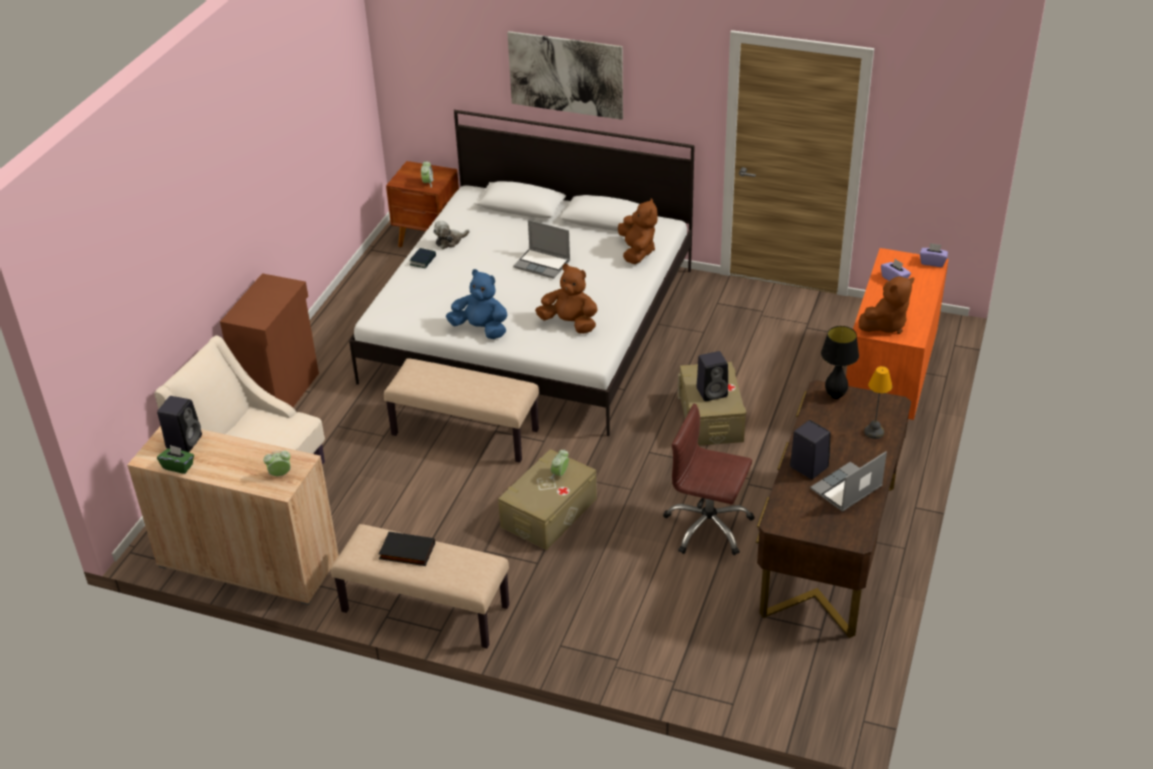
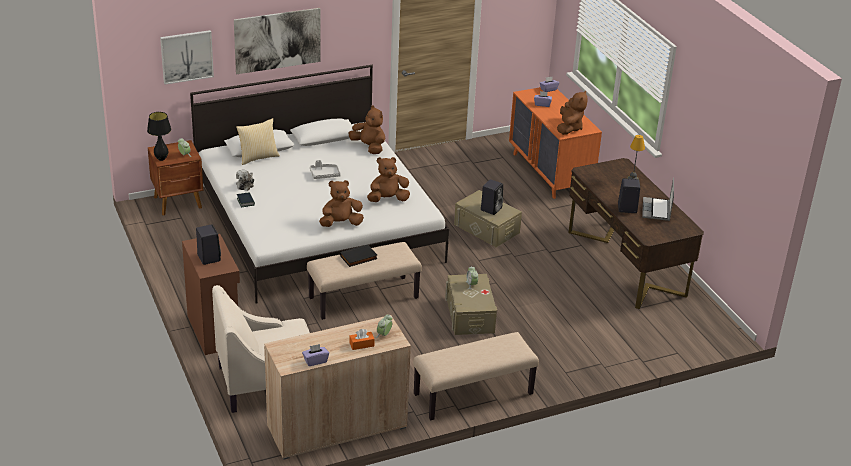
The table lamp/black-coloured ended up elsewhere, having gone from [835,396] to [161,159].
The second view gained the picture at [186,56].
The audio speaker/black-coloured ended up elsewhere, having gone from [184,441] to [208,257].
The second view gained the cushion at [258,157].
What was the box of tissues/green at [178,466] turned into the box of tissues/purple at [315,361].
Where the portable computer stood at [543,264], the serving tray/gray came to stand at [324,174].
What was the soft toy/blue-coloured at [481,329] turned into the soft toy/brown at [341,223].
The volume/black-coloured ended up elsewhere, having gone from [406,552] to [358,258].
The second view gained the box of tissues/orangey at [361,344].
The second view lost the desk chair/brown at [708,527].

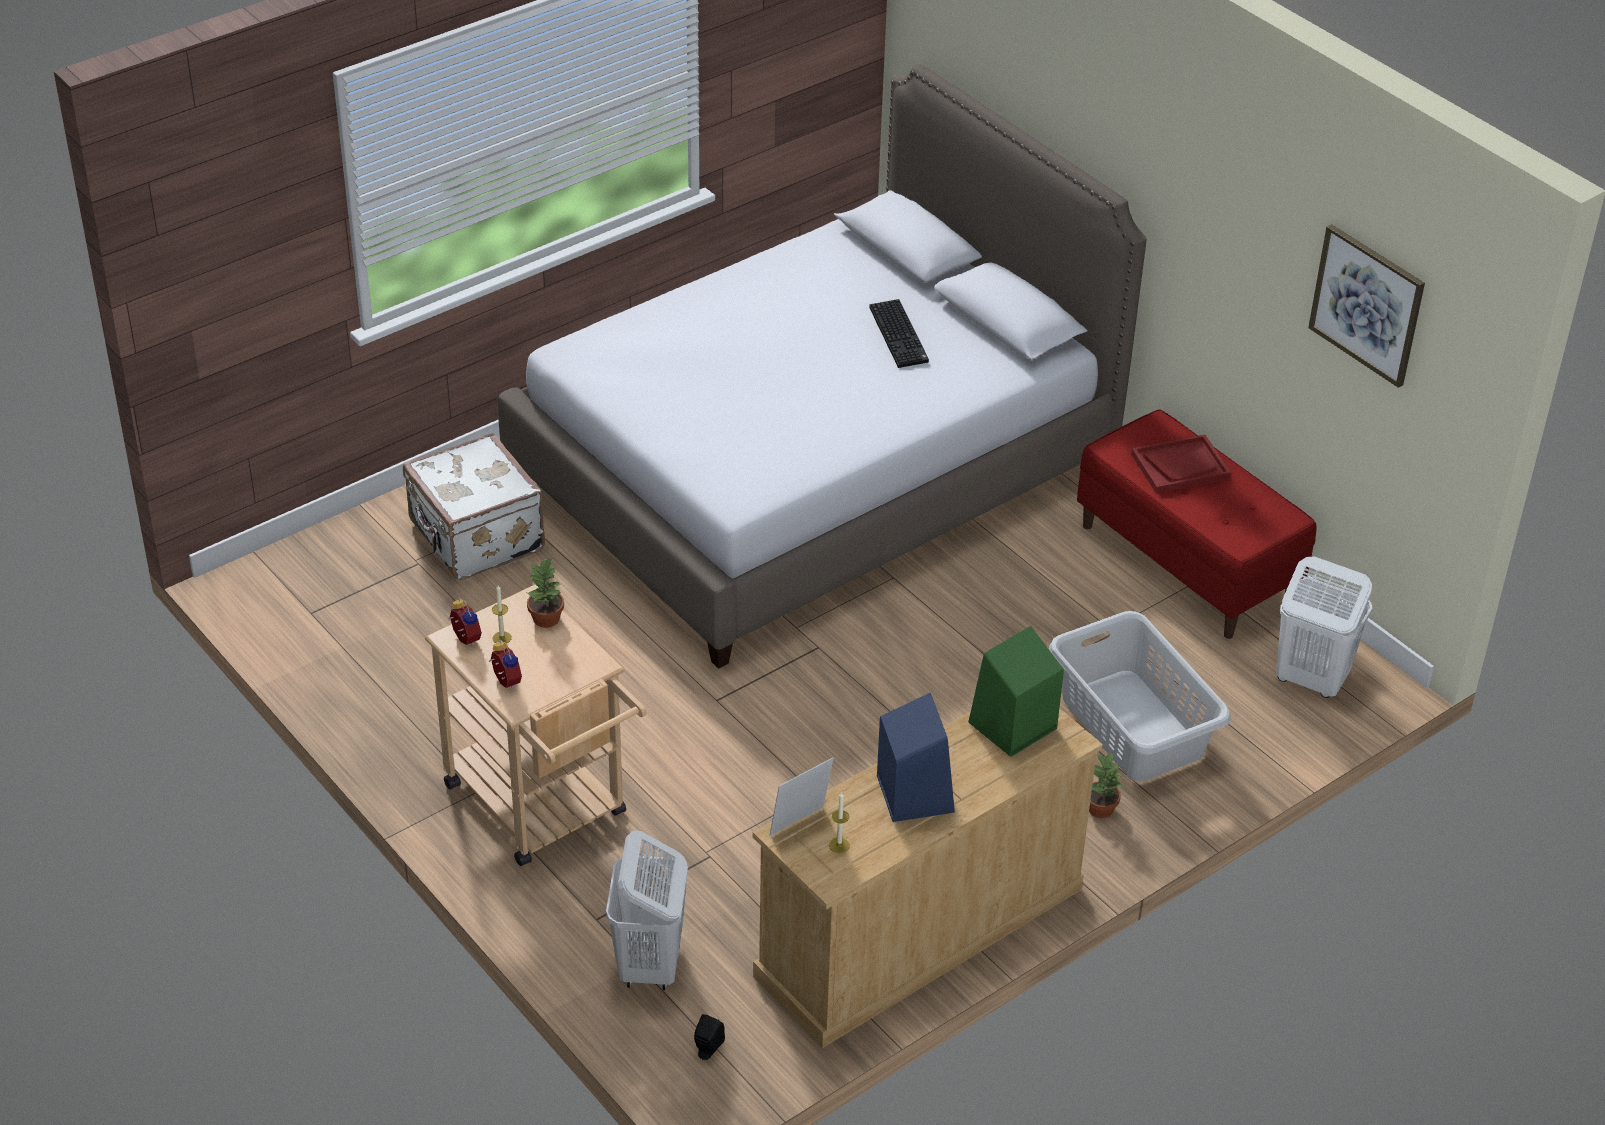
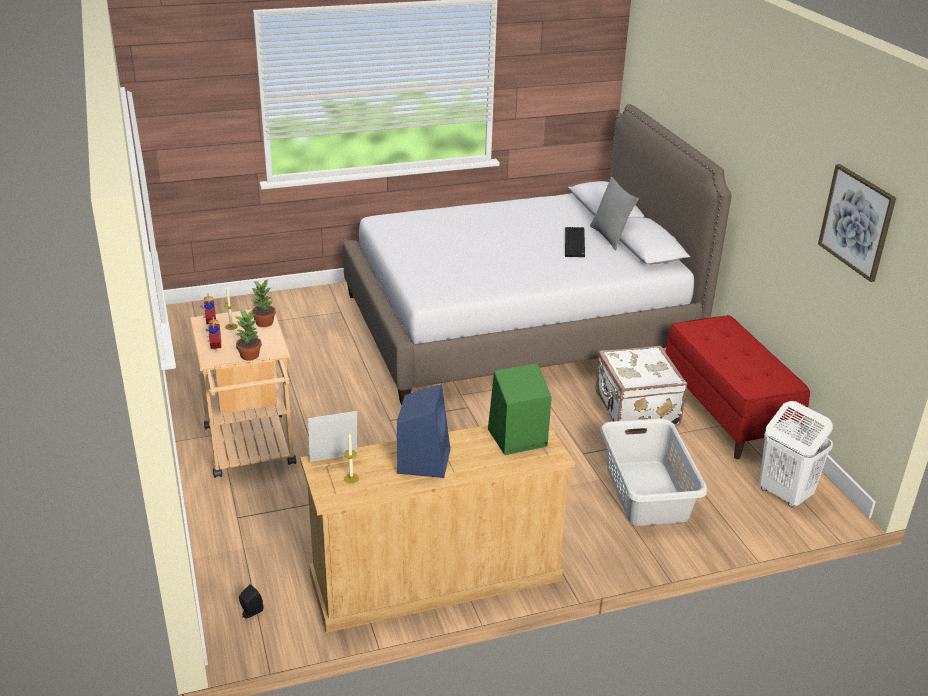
The plant in a pot ended up elsewhere, having gone from [1100,808] to [250,355].
The second view gained the cushion/gray at [609,237].
The piece of luggage/white-coloured ended up elsewhere, having gone from [475,538] to [635,410].
The second view lost the washing basket/white-coloured at [650,965].
The second view lost the serving tray/reddish at [1180,466].

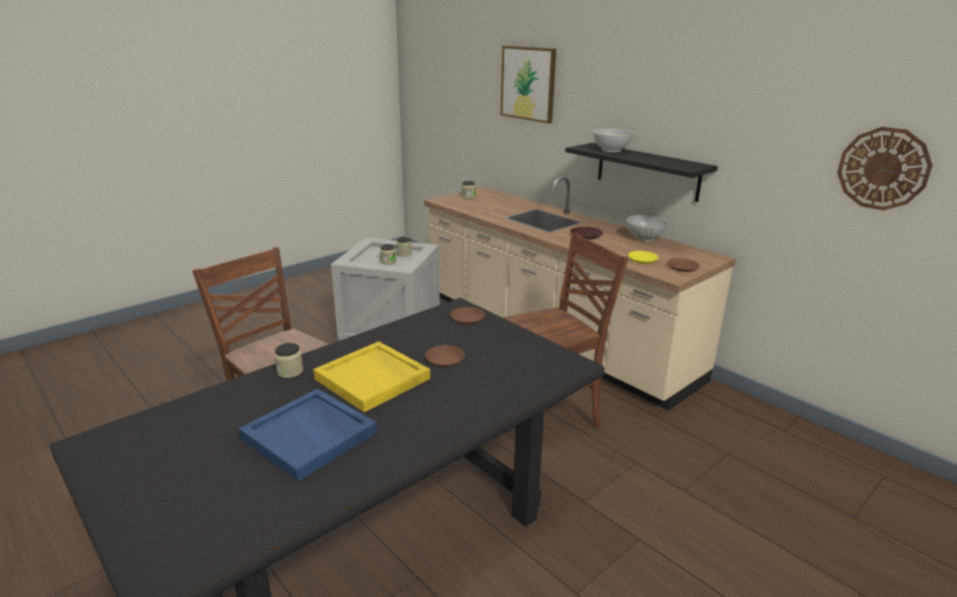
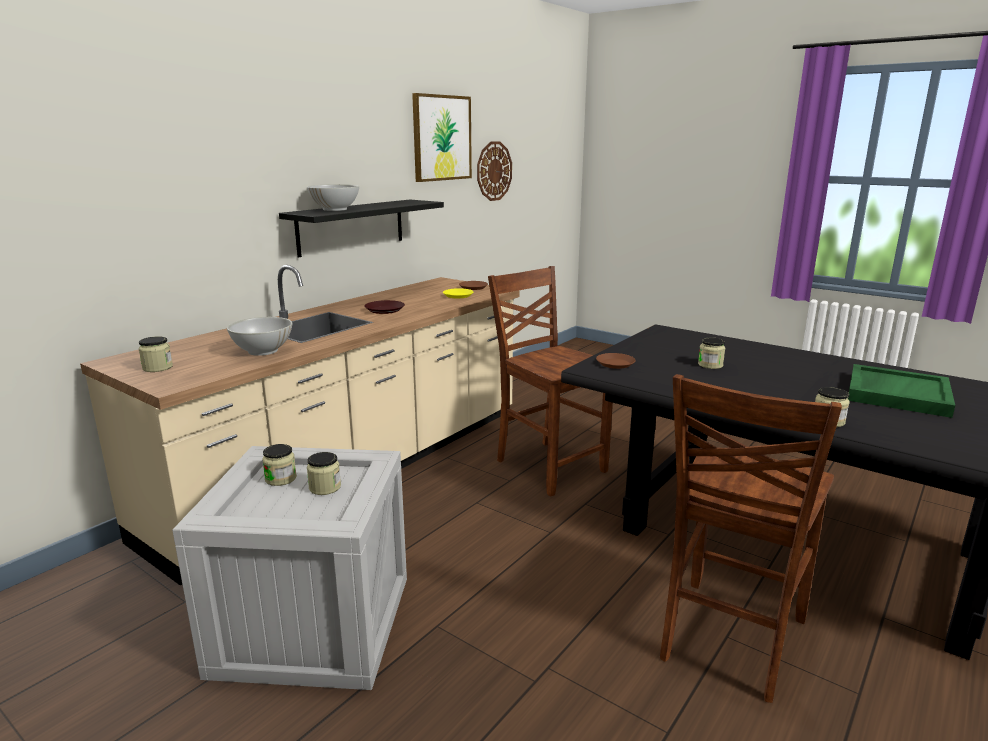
The deep dish/white-coloured ended up elsewhere, having gone from [644,238] to [262,351].
The picture ended up elsewhere, having gone from [528,83] to [441,138].
Where the plate/brown stood at [445,359], the jar came to stand at [710,365].
What was the serving tray/blue-coloured at [310,436] turned into the serving tray/green at [896,393].
The second view lost the serving tray/yellow at [373,379].

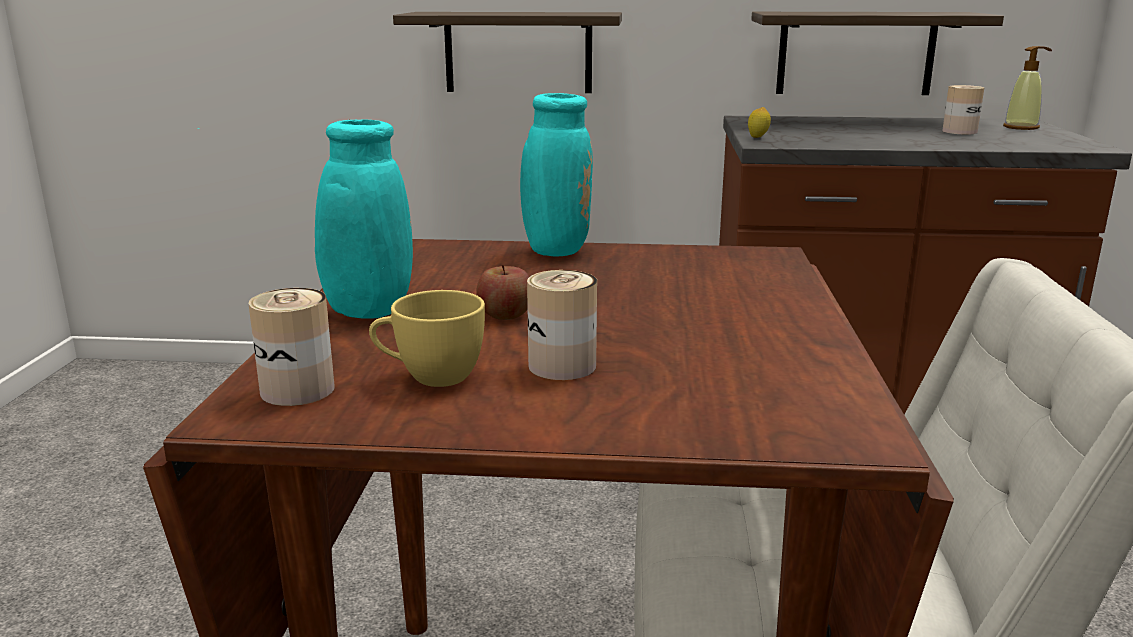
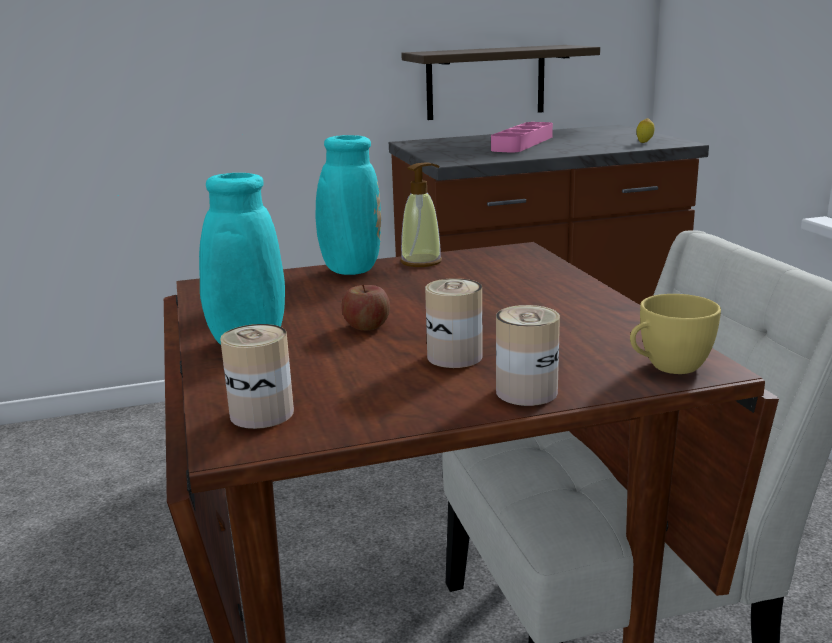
The liquid soap bottle ended up elsewhere, having gone from [1021,127] to [421,262].
The second view gained the serving tray/pink at [522,143].
The sealed can ended up elsewhere, having gone from [959,131] to [526,392].
The cup/yellow ended up elsewhere, having gone from [430,377] to [667,367].
The citrus fruit ended up elsewhere, having gone from [758,138] to [644,142].
The second view lost the shelf at [518,52].

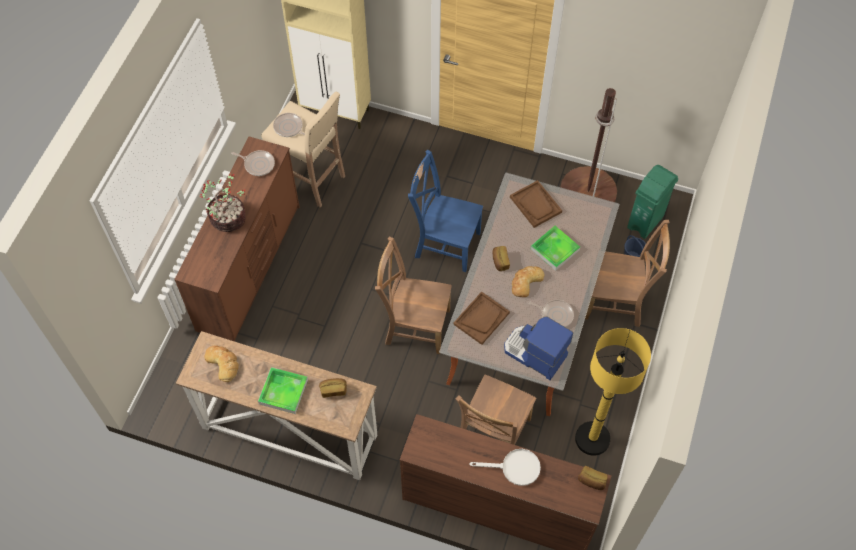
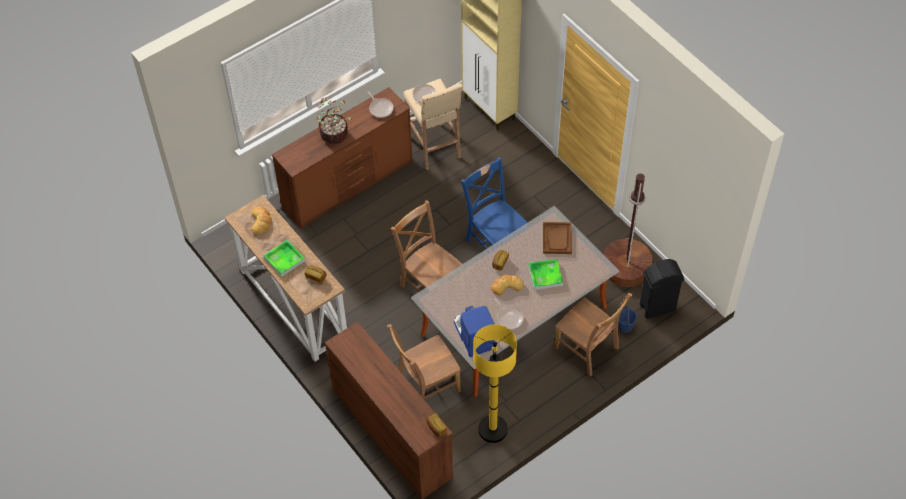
What was the waste bin/green at [645,222] turned into the waste bin/black-coloured at [658,307].
The second view lost the serving tray/brown at [481,318].
The second view lost the frying pan/white-coloured at [515,468].

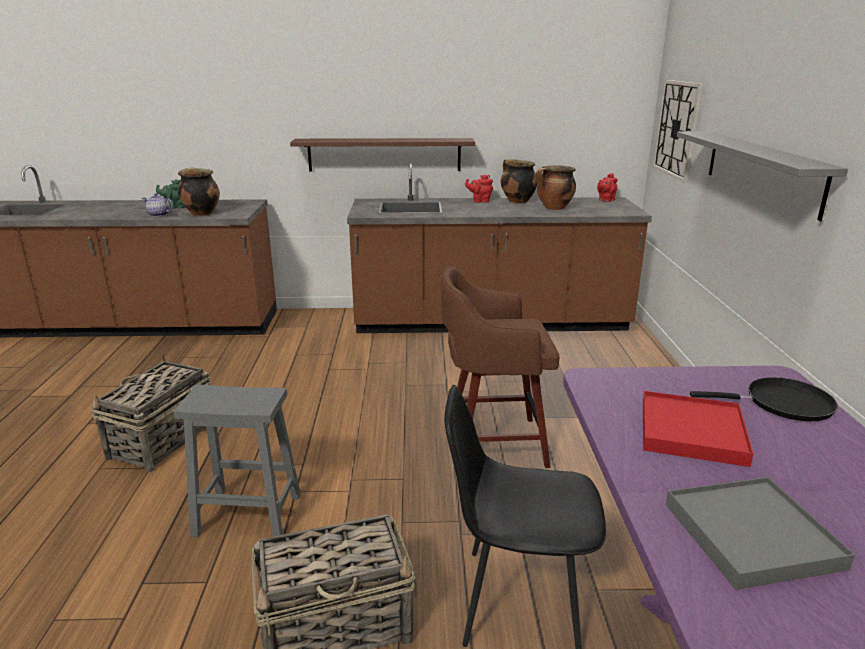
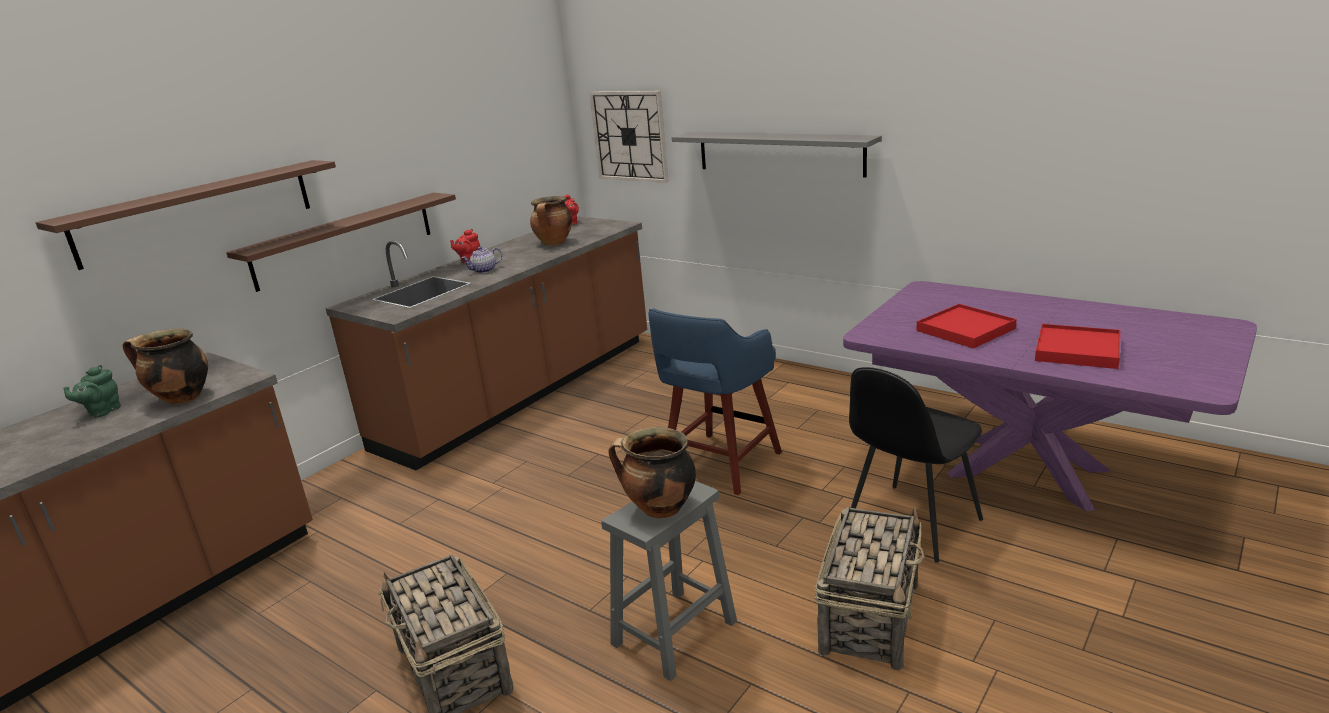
The second view gained the shelf/brown at [197,211].
The pot for tea ended up elsewhere, having gone from [158,215] to [484,270].
The cooking pot ended up elsewhere, having gone from [516,201] to [659,509].
What was the sitting stool/brown at [492,443] turned into the sitting stool/blue-coloured at [719,465].
What was the serving tray/gray at [751,535] turned into the serving tray/reddish at [1077,350].
The second view lost the frying pan/black-coloured at [782,404].

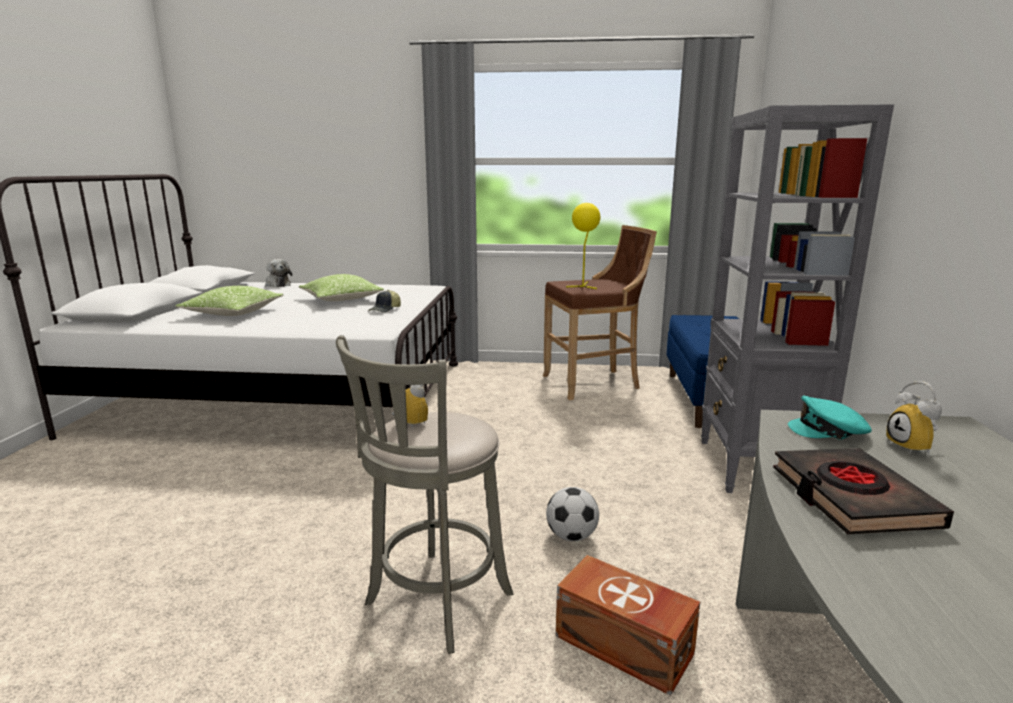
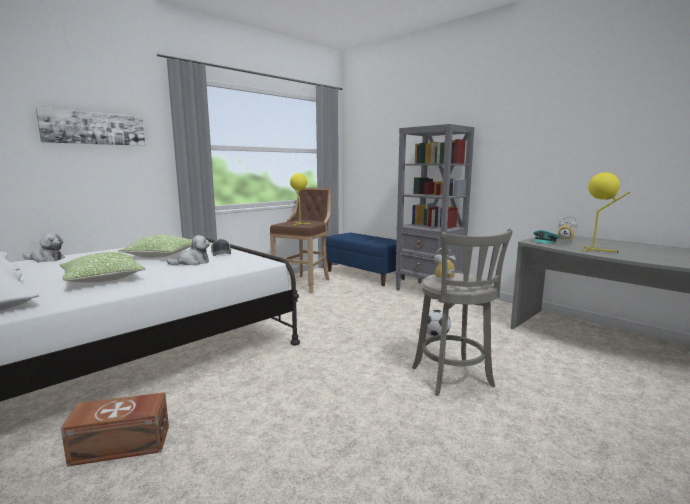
The second view gained the picture at [94,128].
The storage container/brown ended up elsewhere, having gone from [624,646] to [122,445].
The second view gained the soft toy at [192,262].
Where the volume/black-coloured stood at [851,498], the table lamp/yellow came to stand at [596,250].

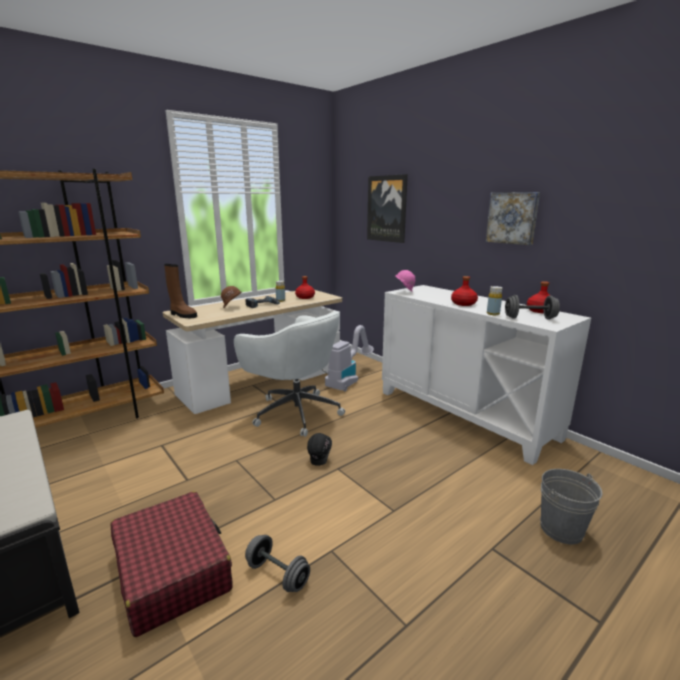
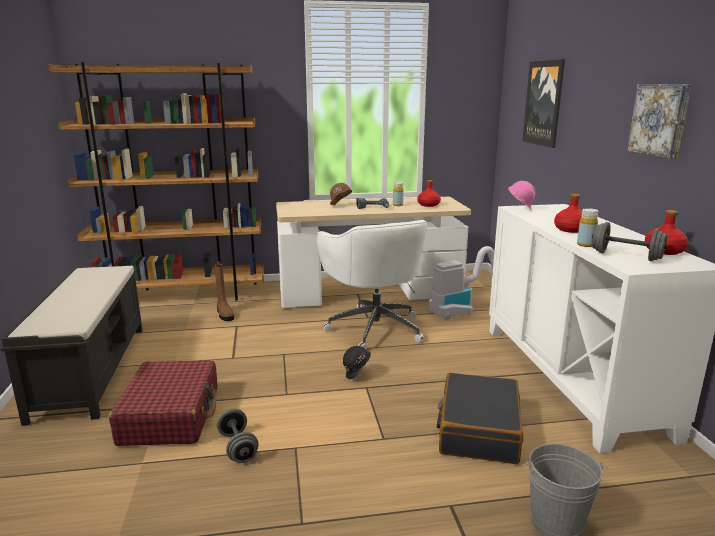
The high-top boot/brown ended up elsewhere, having gone from [182,315] to [224,314].
The second view gained the piece of luggage/black-coloured at [478,430].

